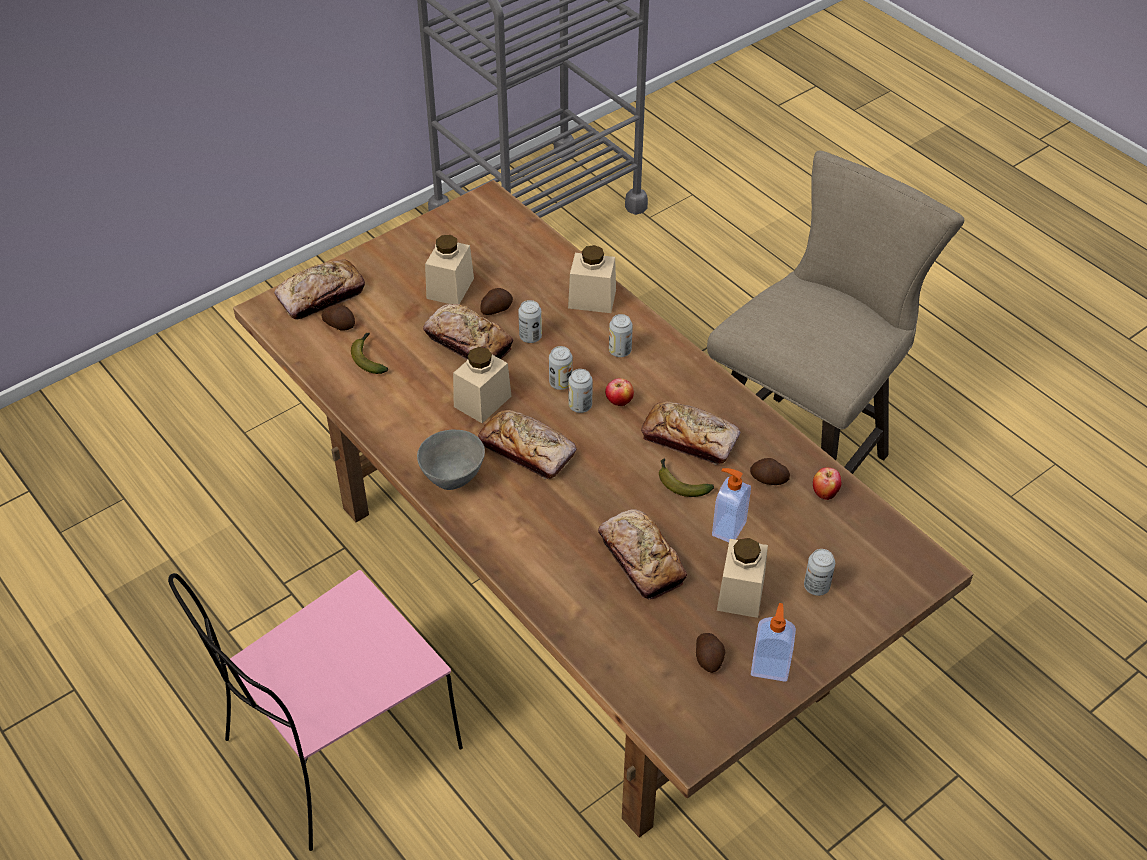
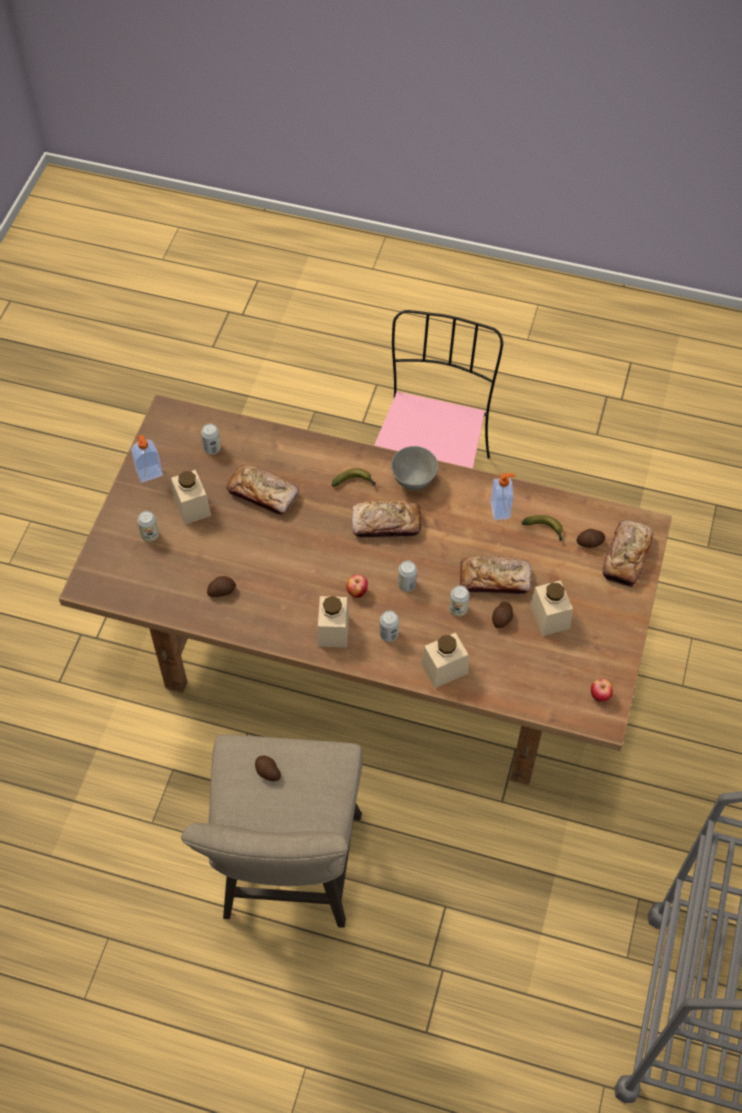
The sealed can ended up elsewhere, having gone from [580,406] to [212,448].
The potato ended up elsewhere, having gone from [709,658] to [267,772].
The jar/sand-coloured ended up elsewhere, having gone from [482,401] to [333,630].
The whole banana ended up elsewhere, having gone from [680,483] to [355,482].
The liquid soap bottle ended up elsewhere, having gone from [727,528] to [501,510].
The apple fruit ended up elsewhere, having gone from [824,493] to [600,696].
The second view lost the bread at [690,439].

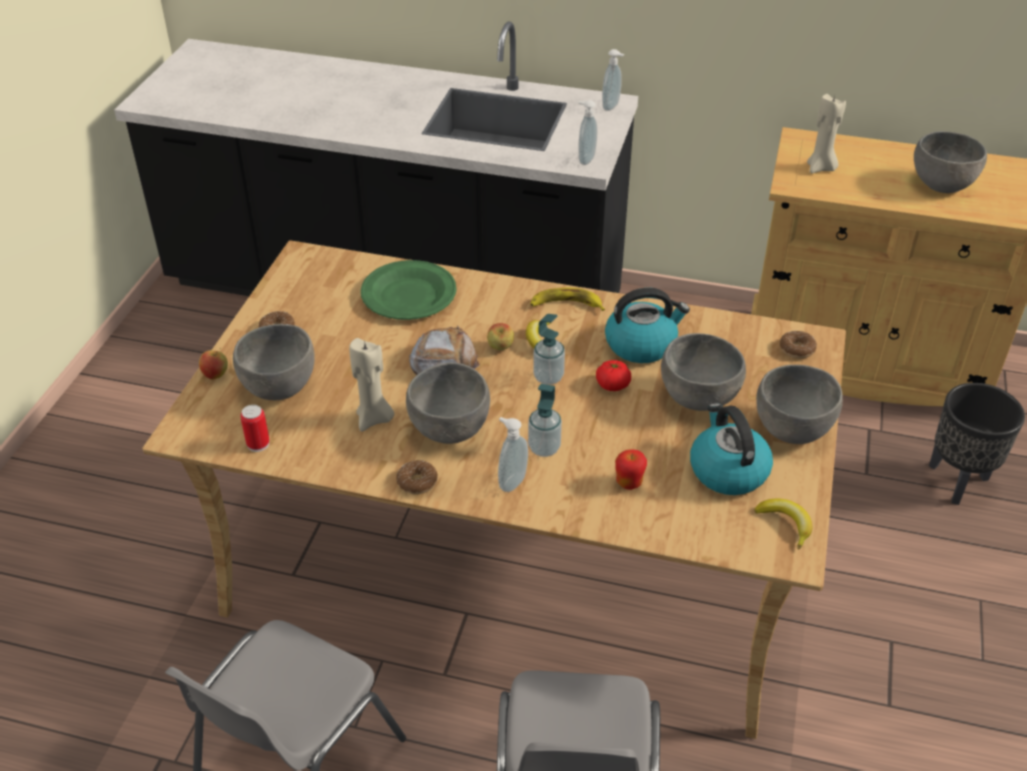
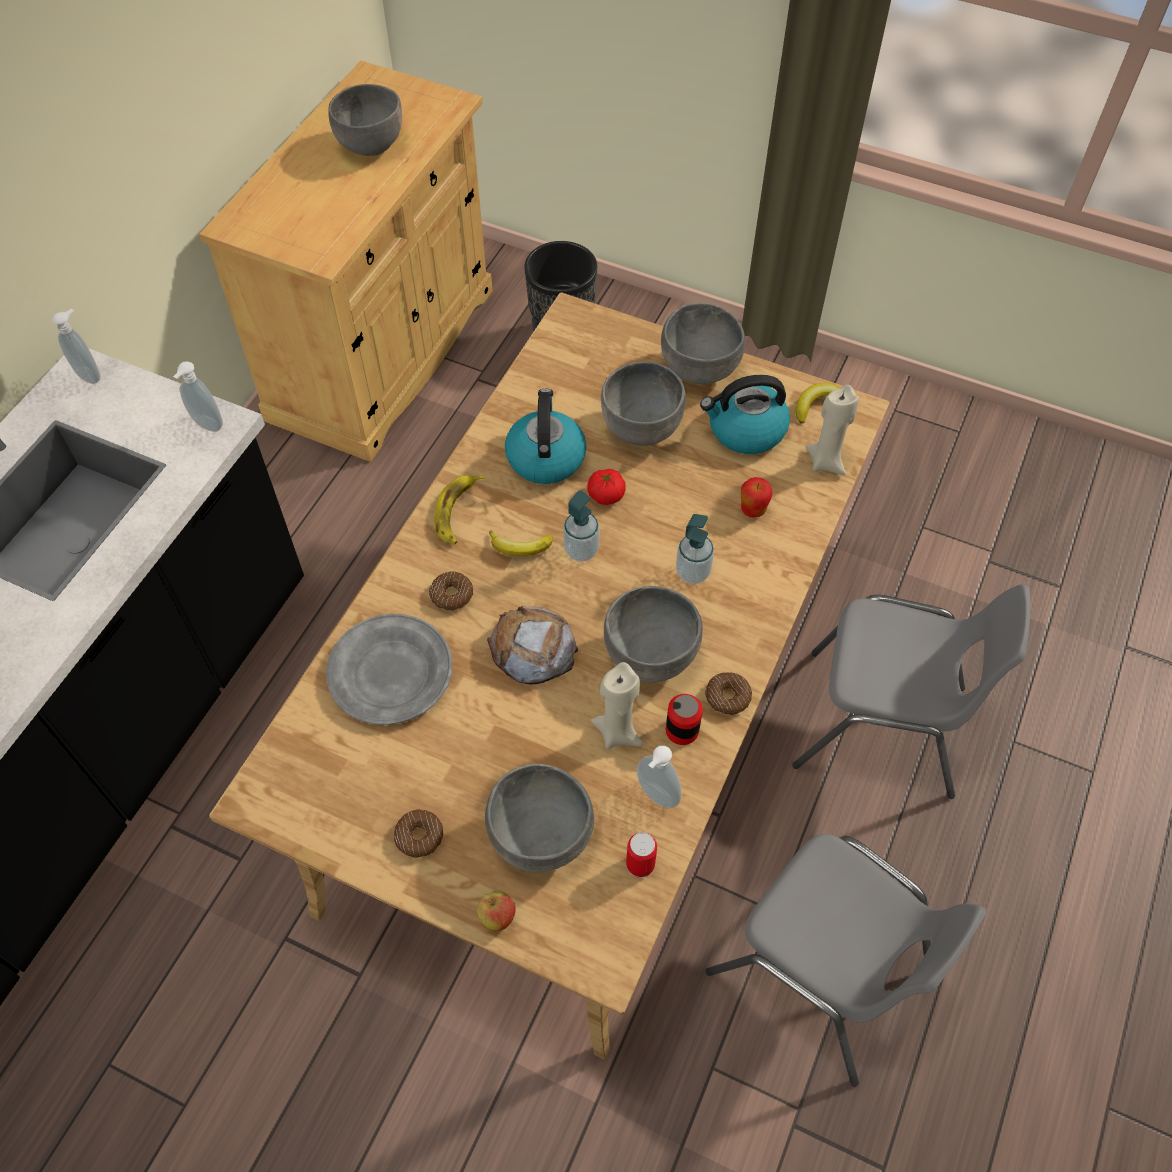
What was the plate/green at [409,296] turned into the plate/gray at [391,673].
The donut ended up elsewhere, having gone from [797,349] to [452,595].
The liquid soap bottle ended up elsewhere, having gone from [511,481] to [655,796].
The second view gained the sealed can at [682,730].
The candle/sand-coloured ended up elsewhere, having gone from [820,168] to [826,461].
The second view lost the apple fruit at [500,348].

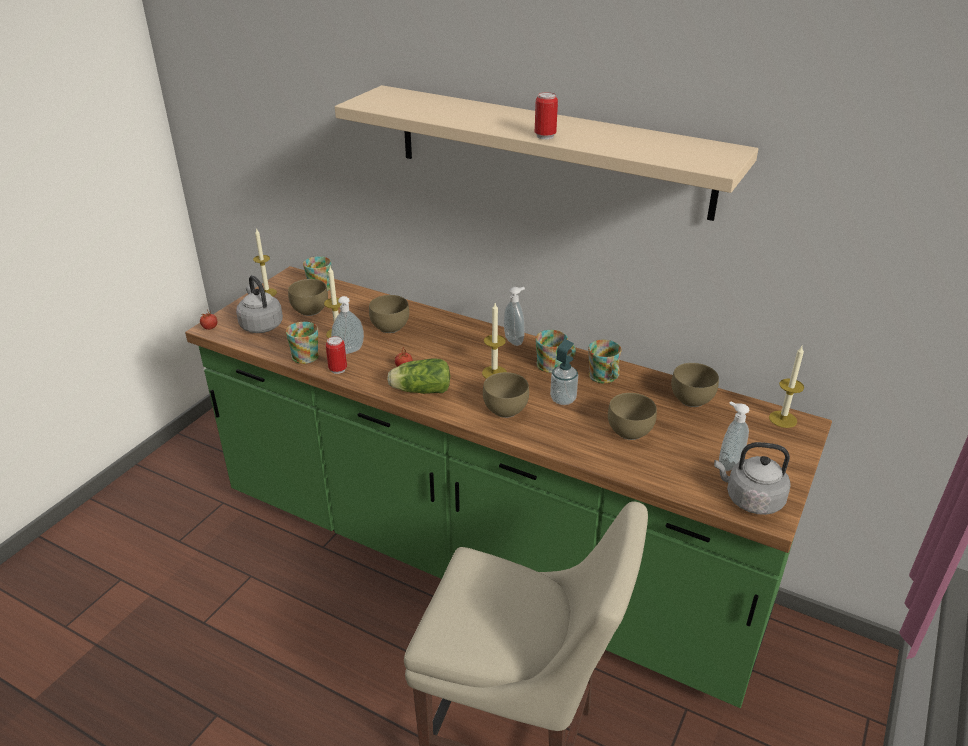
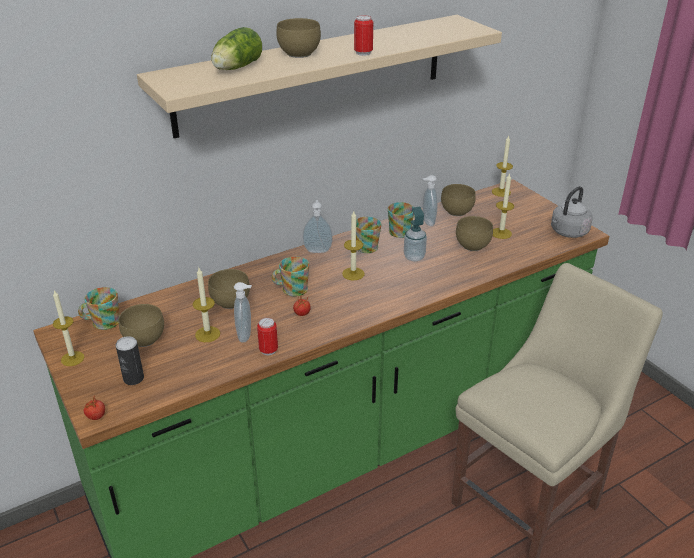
Where the water kettle/gray stood at [260,325], the sealed can came to stand at [133,378].
The lettuce ended up elsewhere, having gone from [419,390] to [235,68].
The mug ended up elsewhere, having gone from [304,354] to [291,289].
The deep dish/brown ended up elsewhere, having gone from [507,411] to [301,54].
The liquid soap bottle ended up elsewhere, having gone from [728,464] to [427,222].
The second view gained the candle at [501,233].

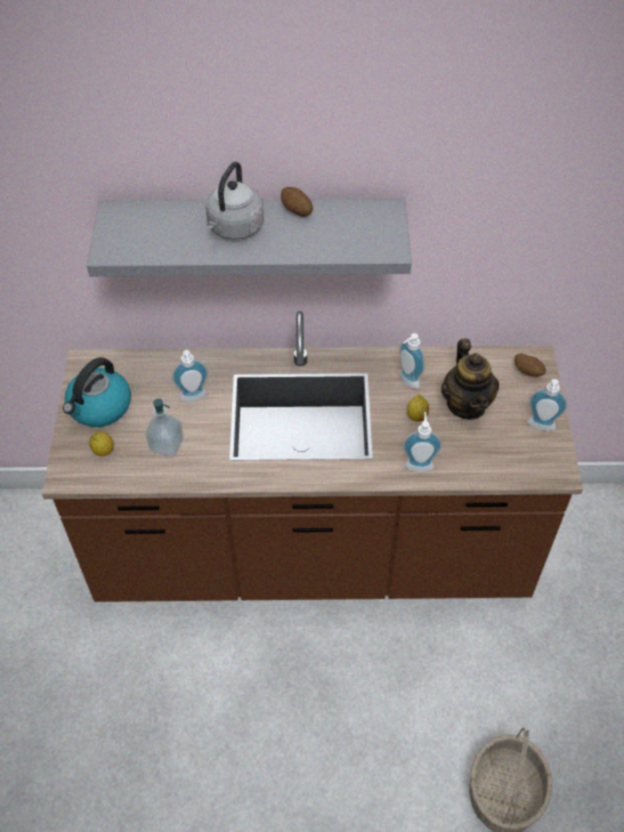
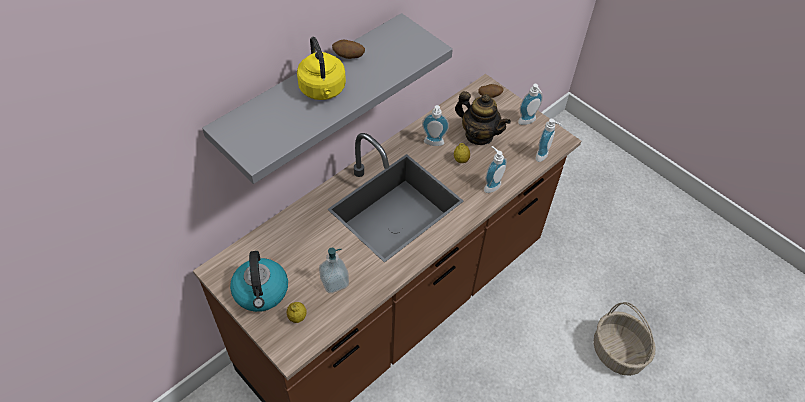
What was the water kettle/gray at [234,229] turned into the water kettle/yellow at [323,90].
The liquid soap bottle ended up elsewhere, having gone from [194,399] to [544,156].

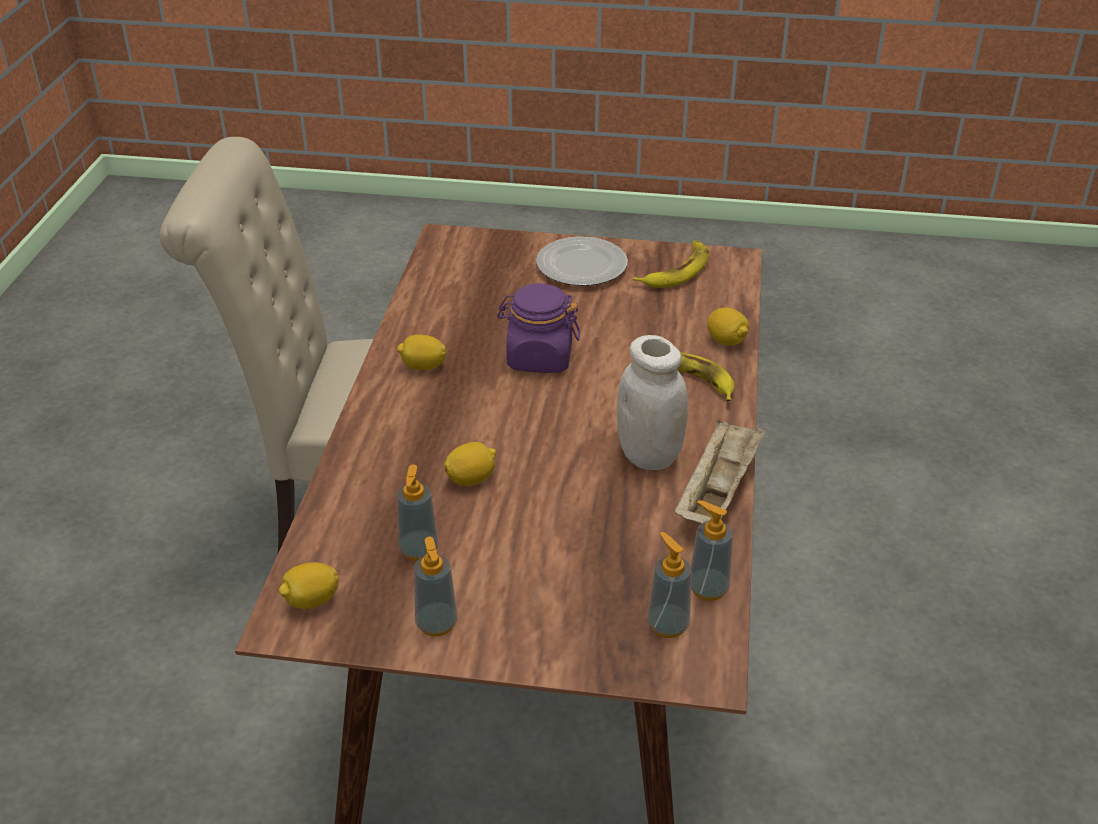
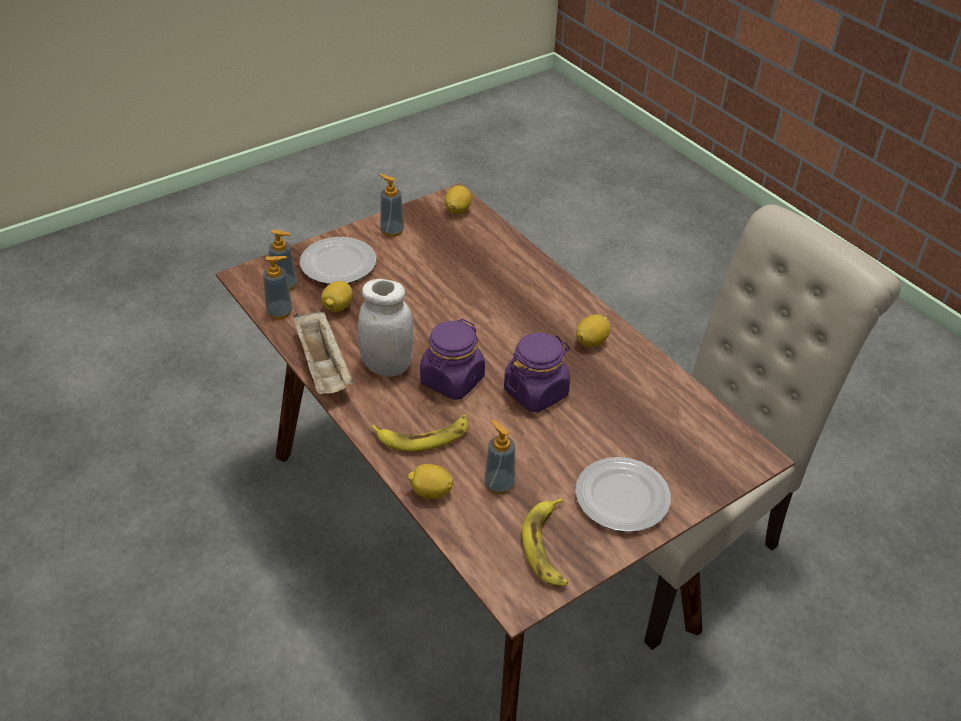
The second view gained the plate at [337,264].
The citrus fruit ended up elsewhere, having gone from [471,479] to [337,307].
The second view gained the jar/purple at [452,380].
The liquid soap bottle ended up elsewhere, having gone from [418,549] to [499,484].

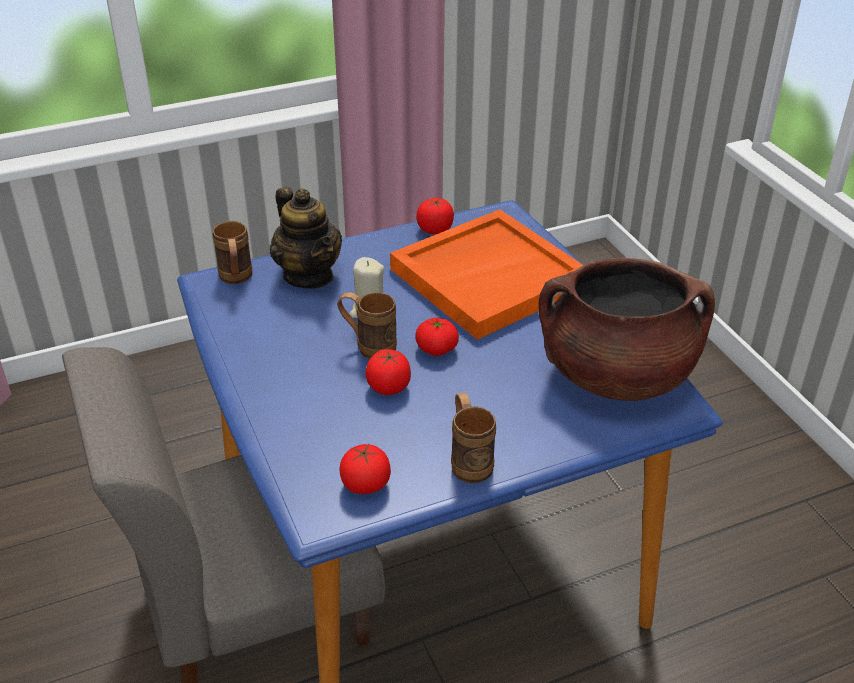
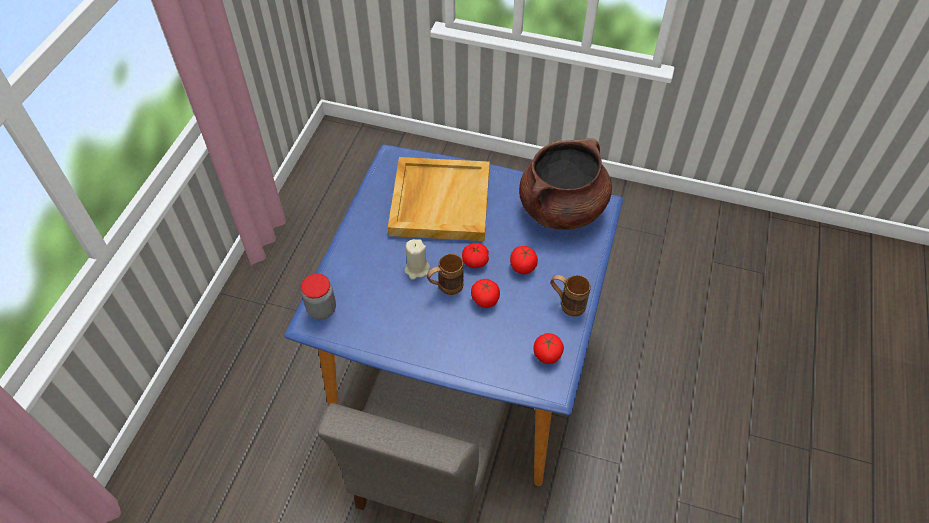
Where the mug/brown stood at [236,279], the jar came to stand at [322,309].
What was the serving tray/orangey at [489,277] turned into the serving tray/sand-coloured at [439,201].
The whole tomato ended up elsewhere, having gone from [435,229] to [523,267].
The second view lost the pot for tea at [309,275].

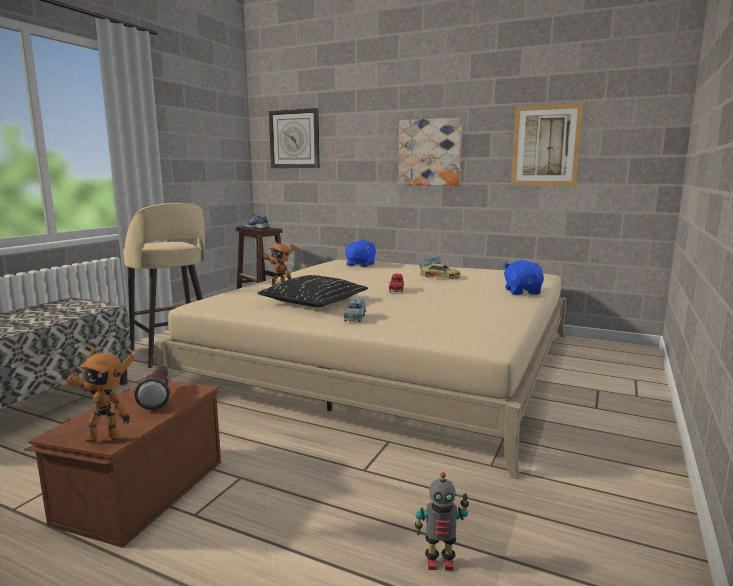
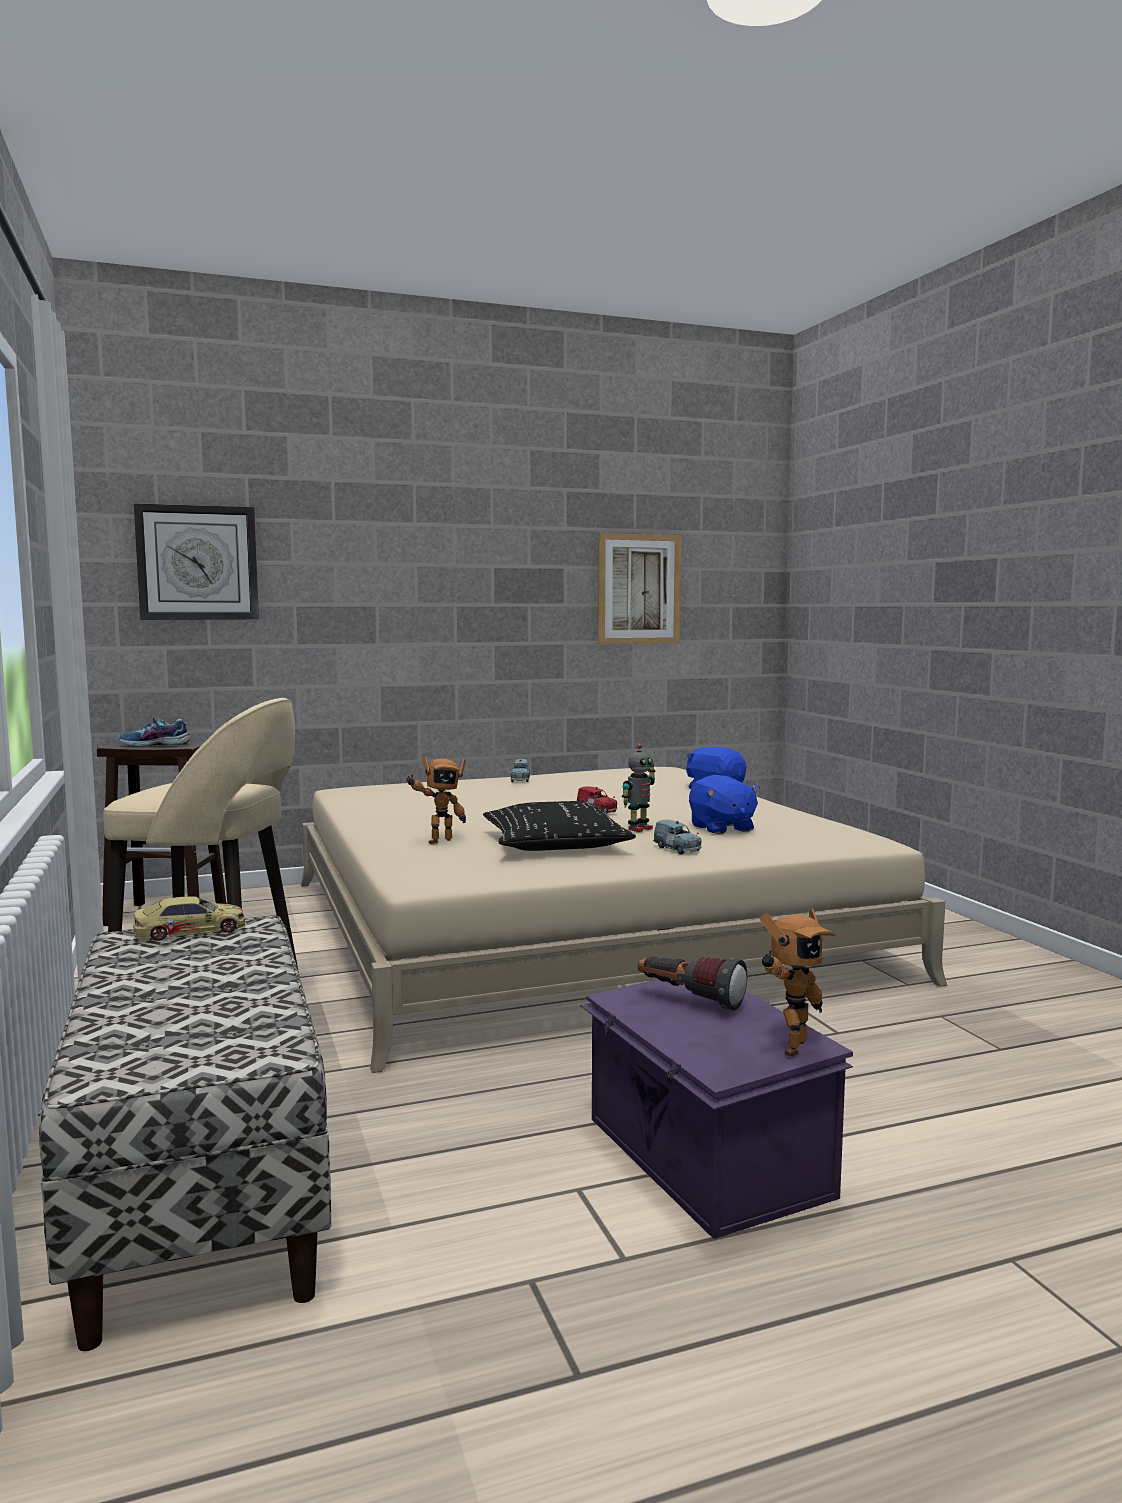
The model car ended up elsewhere, having gone from [440,276] to [190,930].
What was the storage container/brown at [140,491] turned into the storage container/purple at [704,1158].
The model robot ended up elsewhere, having gone from [439,562] to [639,829].
The soft toy/blue-coloured ended up elsewhere, having gone from [360,265] to [721,828].
The second view lost the picture at [430,152].

